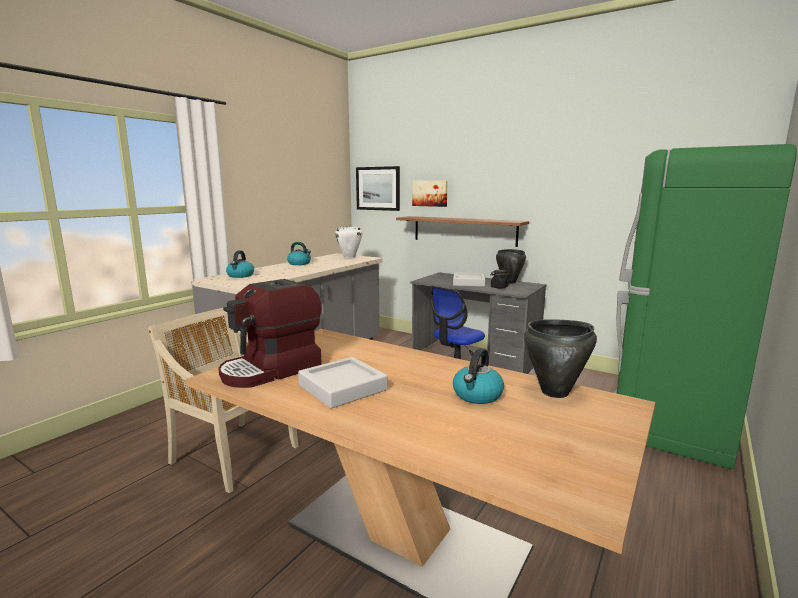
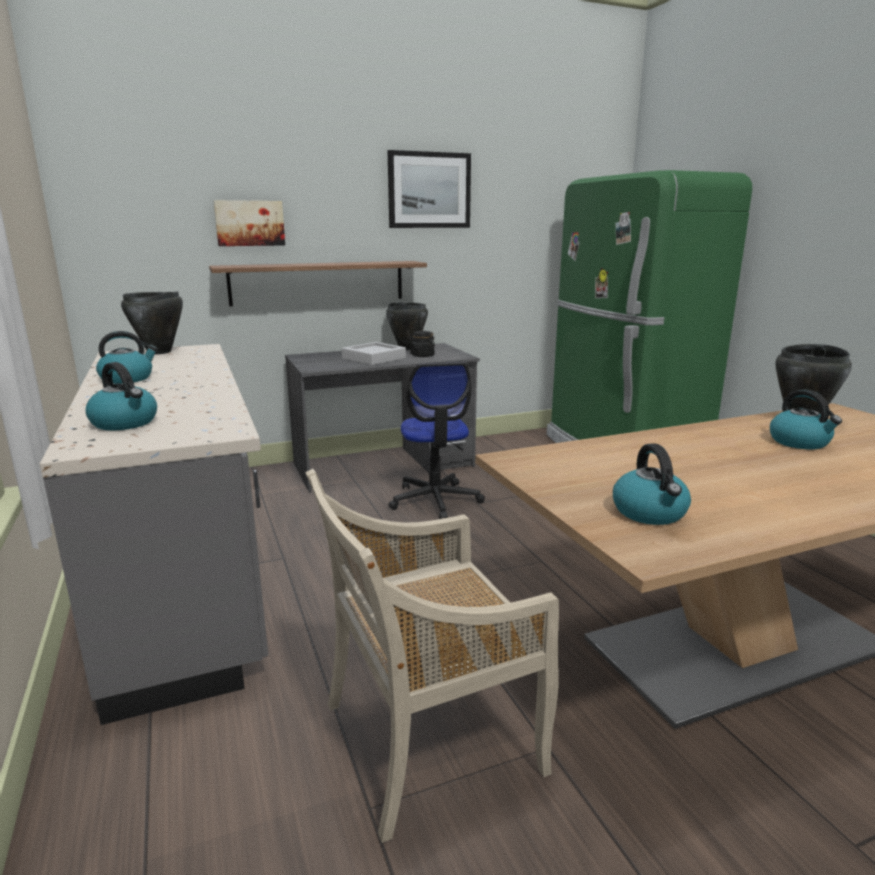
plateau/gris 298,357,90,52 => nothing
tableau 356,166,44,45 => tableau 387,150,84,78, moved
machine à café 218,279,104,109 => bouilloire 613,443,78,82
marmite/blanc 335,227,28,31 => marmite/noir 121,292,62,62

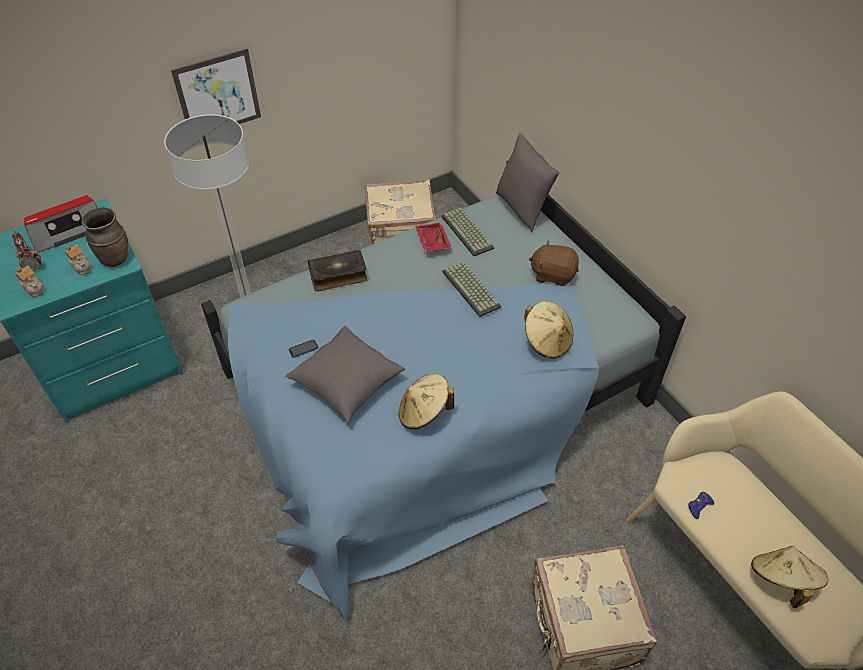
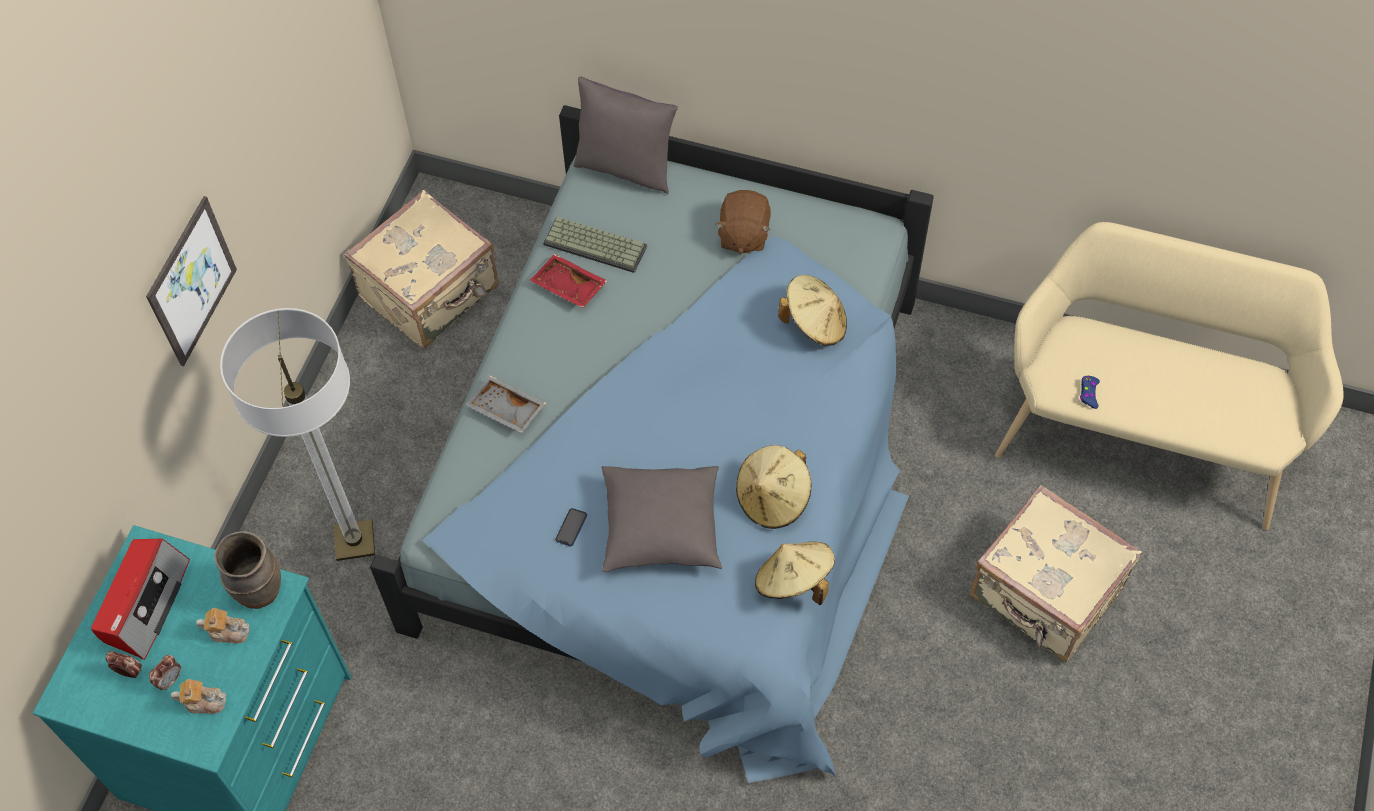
clavier 442,261,59,56 => nothing
chapeau/beige 751,546,77,62 => chapeau/beige 755,542,80,63, moved
livre 308,250,59,42 => plateau/gris 465,375,82,58
peluche/marron 529,240,50,46 => peluche/marron 715,190,56,64, 60 degrees counterclockwise

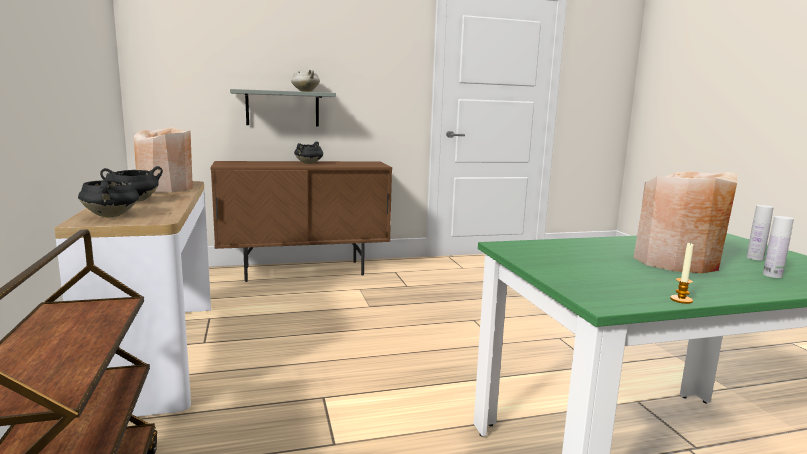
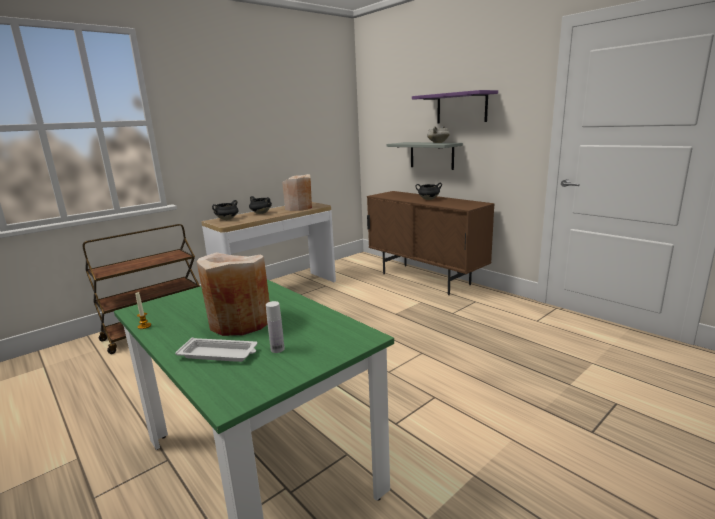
nothing => étagère/violet 412,90,86,33
bouteille/blanc 763,216,31,62 => plateau/blanc 175,337,82,25

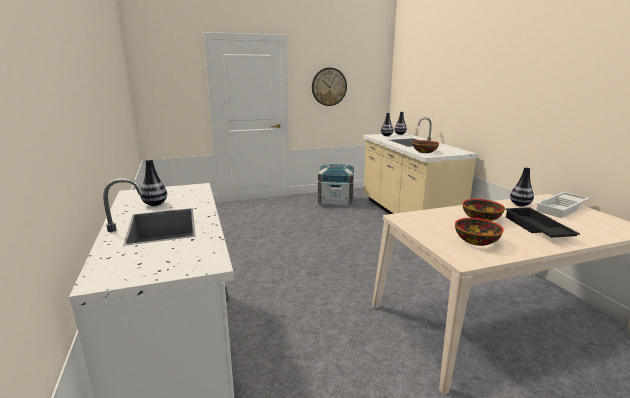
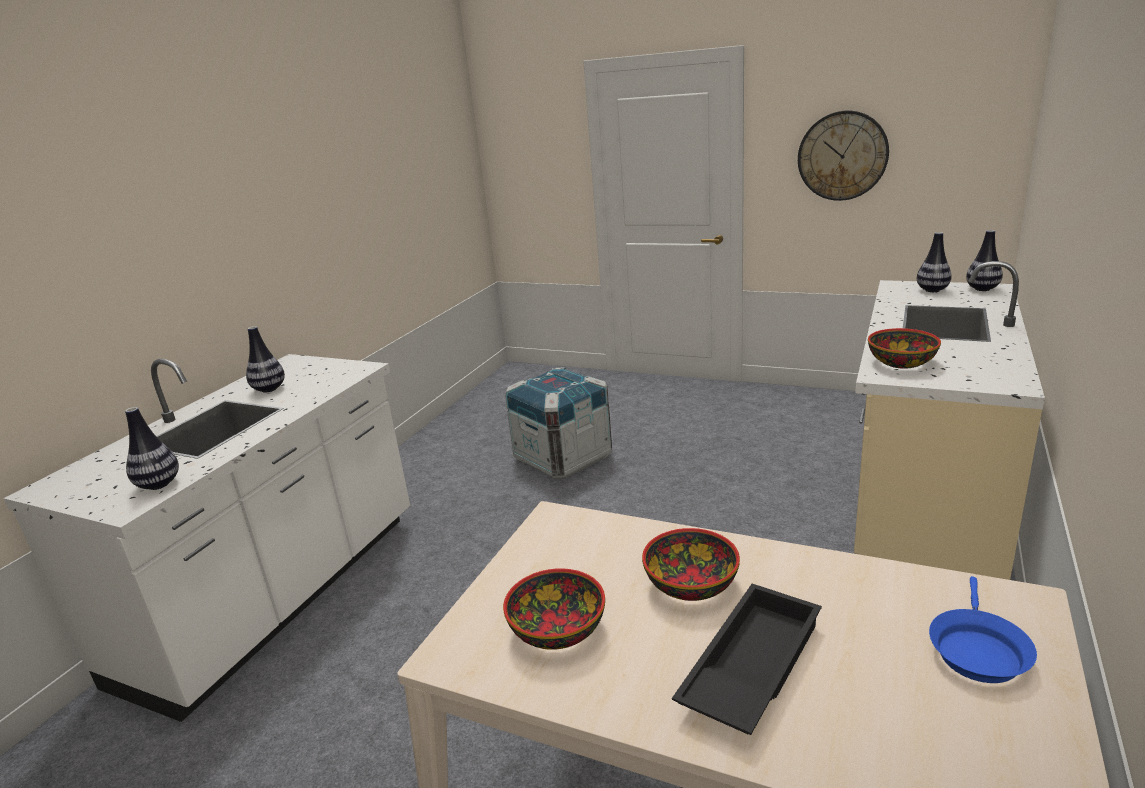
caisse 318,164,36,43 => caisse 505,367,107,112, moved
vase 510,167,24,40 => vase 125,407,54,83, moved
plateau/blanc 536,192,54,26 => poêle/bleu 929,576,108,107

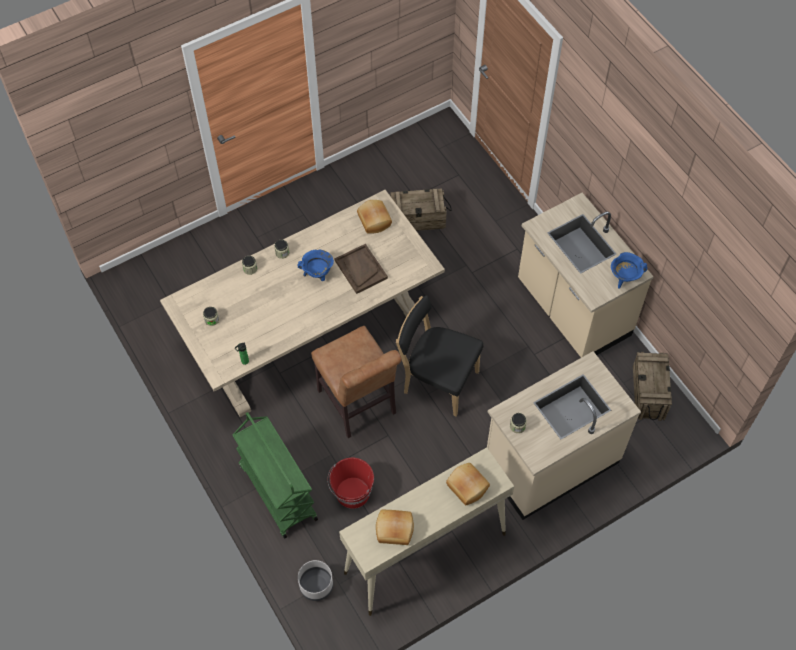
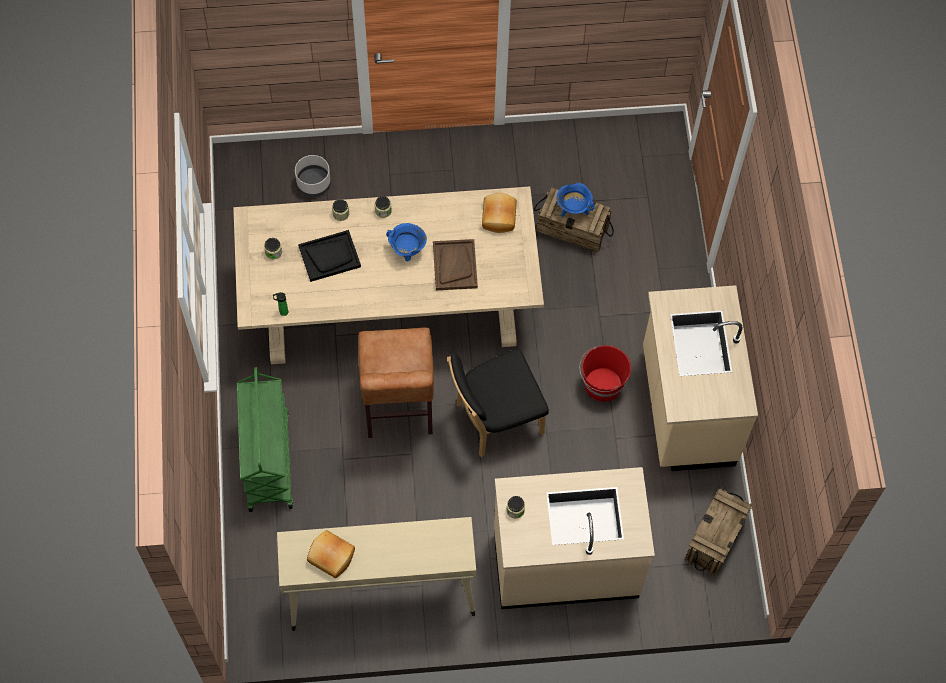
pain 446,463,44,42 => nothing
nothing => plateau/noir 298,230,63,52
cache-pot/gris 298,560,35,41 => cache-pot/gris 295,155,36,42, moved
seau/rouge 327,458,47,51 => seau/rouge 579,345,52,57, moved
marmite/bleu 611,252,36,37 => marmite/bleu 556,182,39,35, moved
chaise/noir 396,295,87,122 => chaise/noir 447,348,102,109, 75 degrees counterclockwise

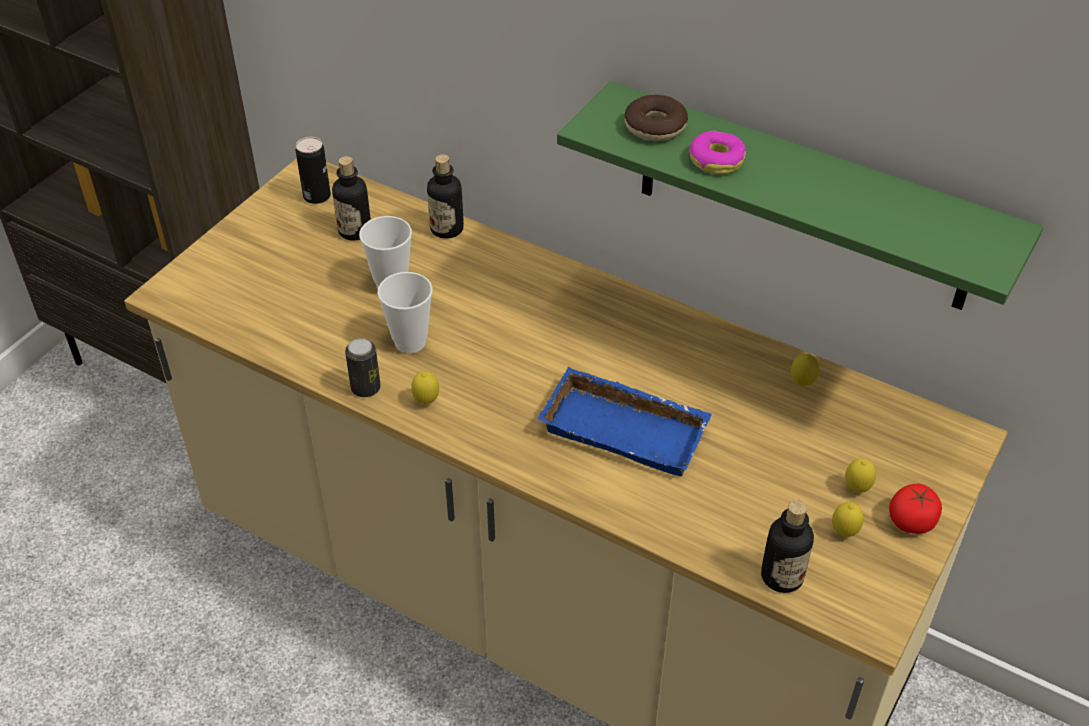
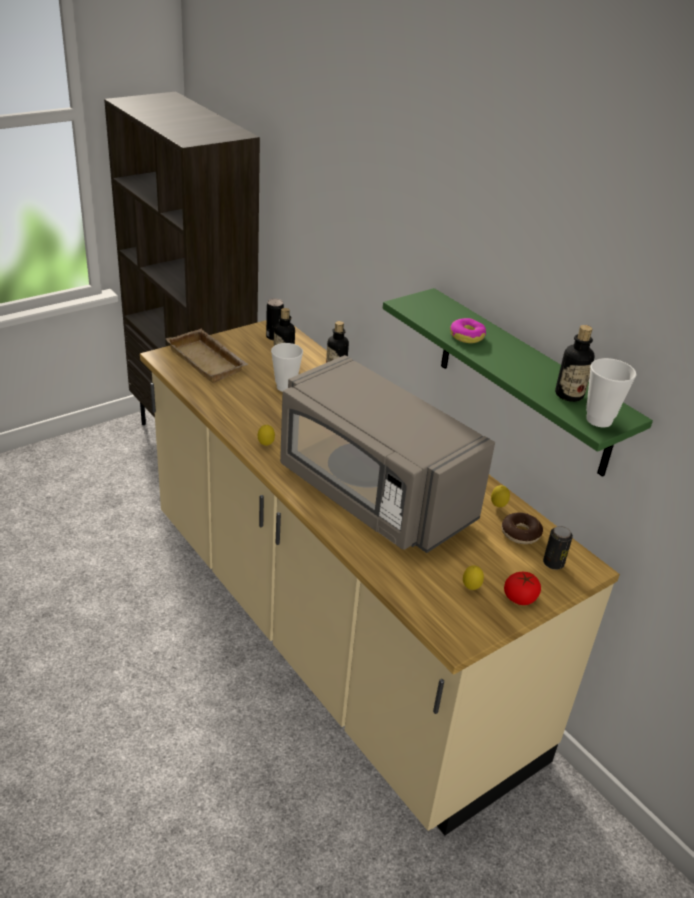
citron 845,459,31,34 => nothing
nothing => plateau/beige 166,329,82,54
boîte métallique 345,338,36,59 => boîte métallique 543,526,30,44, moved
tasse 377,272,56,81 => tasse 586,358,50,69, moved
beignet 624,94,64,47 => beignet 501,512,42,32, moved
bouteille 761,500,53,93 => bouteille 555,325,40,77, moved
plateau/bleu 538,367,174,109 => micro-ondes/gris 280,355,215,198

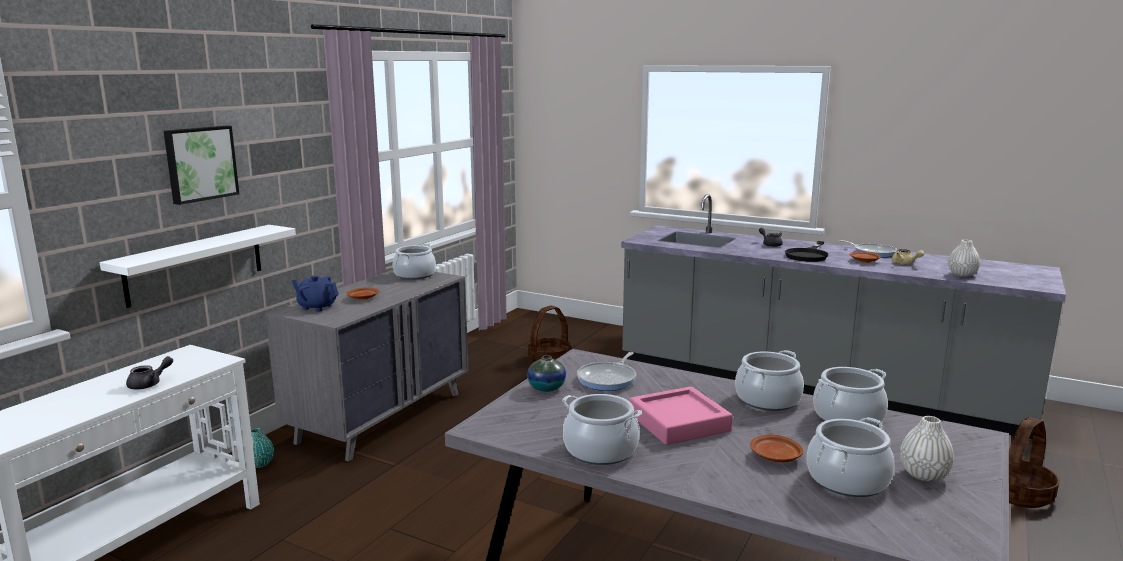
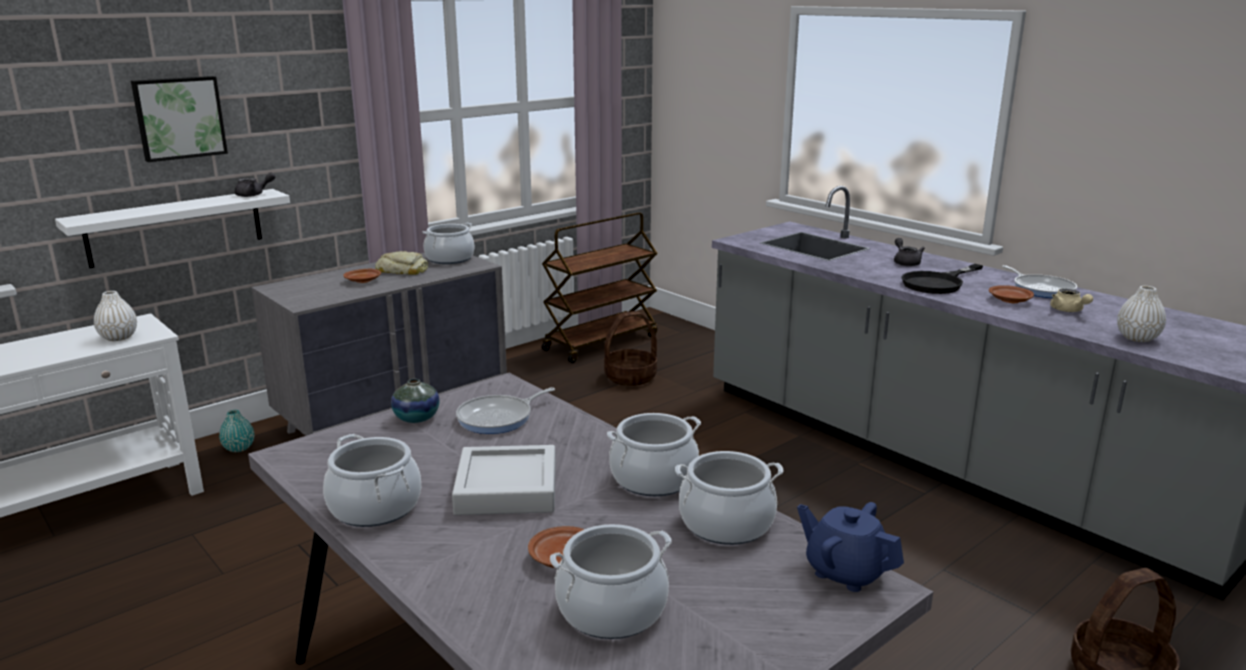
nothing => pain 375,251,53,24
nothing => chariot/marron 541,212,117,151
théière/gris 126,356,47,33 => théière/gris 235,173,40,24, moved
théière/bleu 292,275,47,37 => théière/bleu 797,502,107,90, moved
vase/blanc 900,416,54,65 => vase/blanc 94,291,43,50, moved
plateau/rose 629,386,104,59 => plateau/gris 452,445,104,70

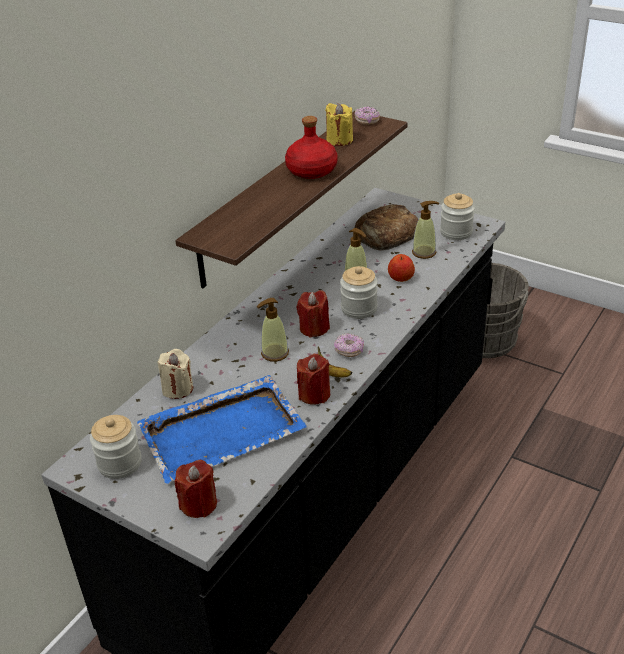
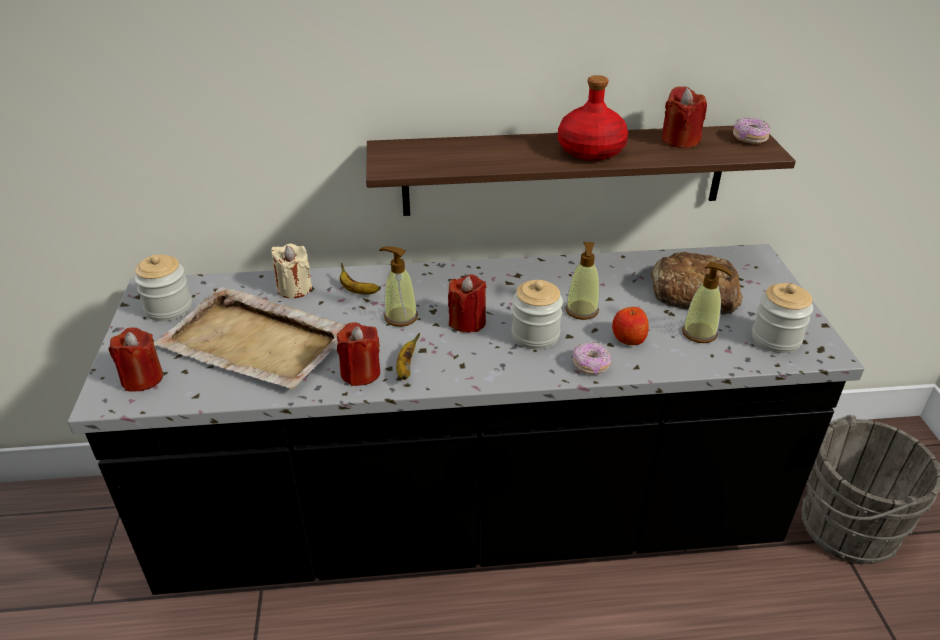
nothing => banane 340,263,41,31
beignet 334,333,30,24 => beignet 572,342,39,33, moved
plateau/bleu 137,375,170,109 => plateau/beige 154,287,191,102
bougie/jaune 325,103,28,43 => bougie/rouge 662,86,45,62

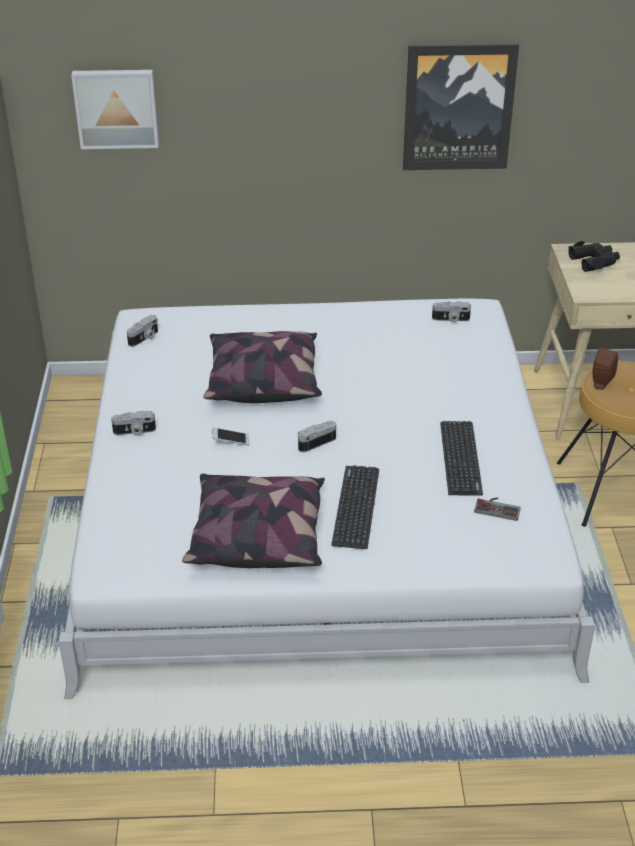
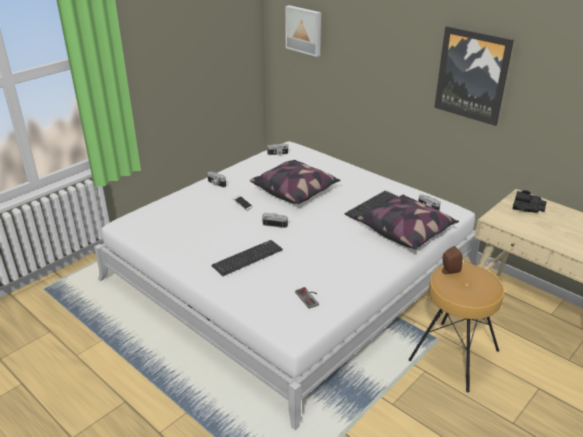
coussin 182,473,143,95 => coussin 357,195,102,54, moved
clavier 440,421,43,75 => clavier 345,190,53,31, moved

